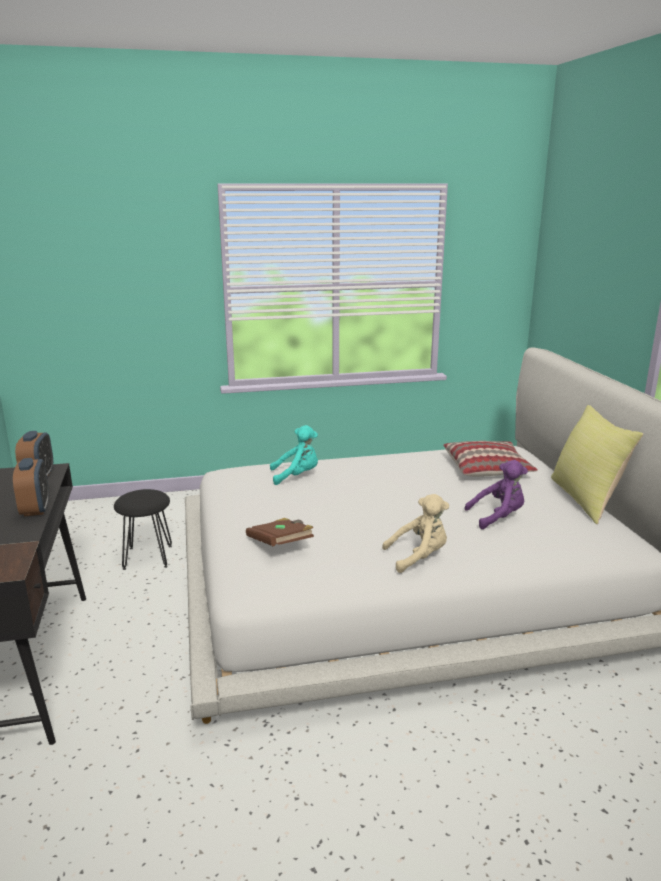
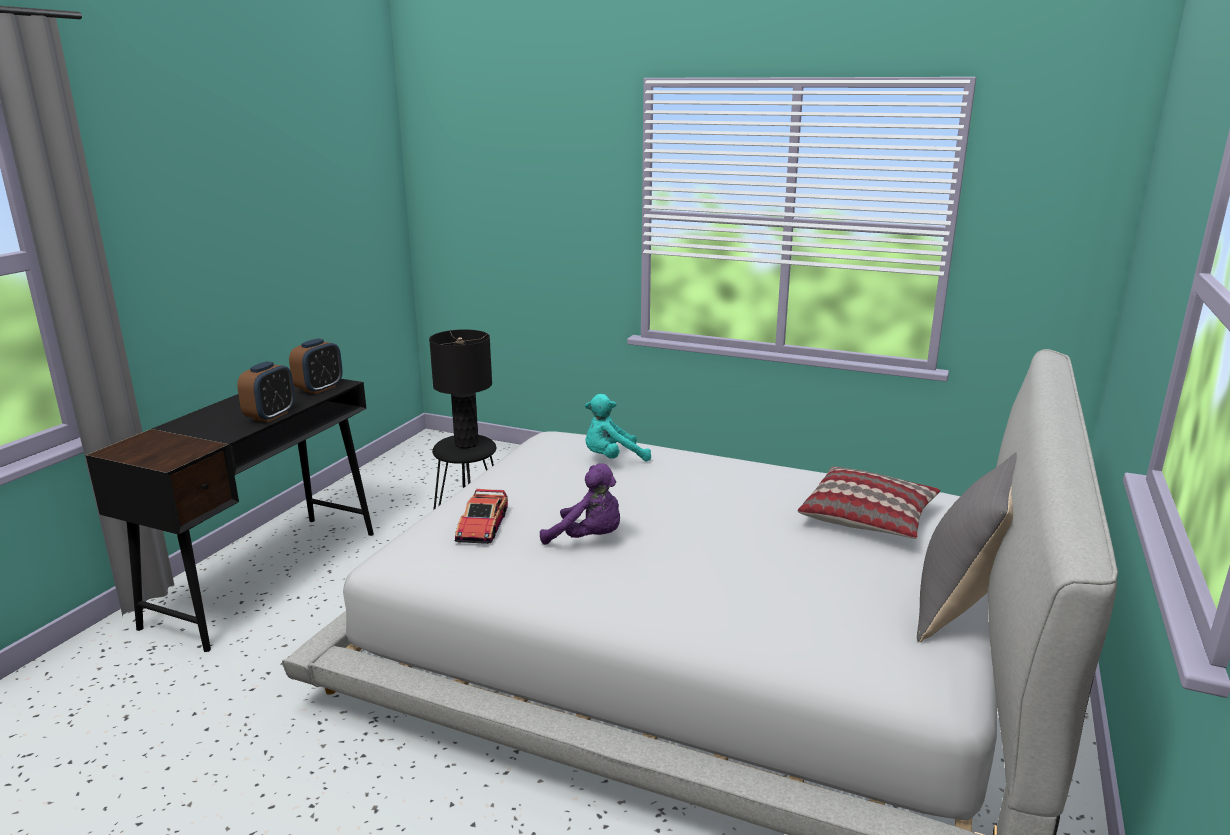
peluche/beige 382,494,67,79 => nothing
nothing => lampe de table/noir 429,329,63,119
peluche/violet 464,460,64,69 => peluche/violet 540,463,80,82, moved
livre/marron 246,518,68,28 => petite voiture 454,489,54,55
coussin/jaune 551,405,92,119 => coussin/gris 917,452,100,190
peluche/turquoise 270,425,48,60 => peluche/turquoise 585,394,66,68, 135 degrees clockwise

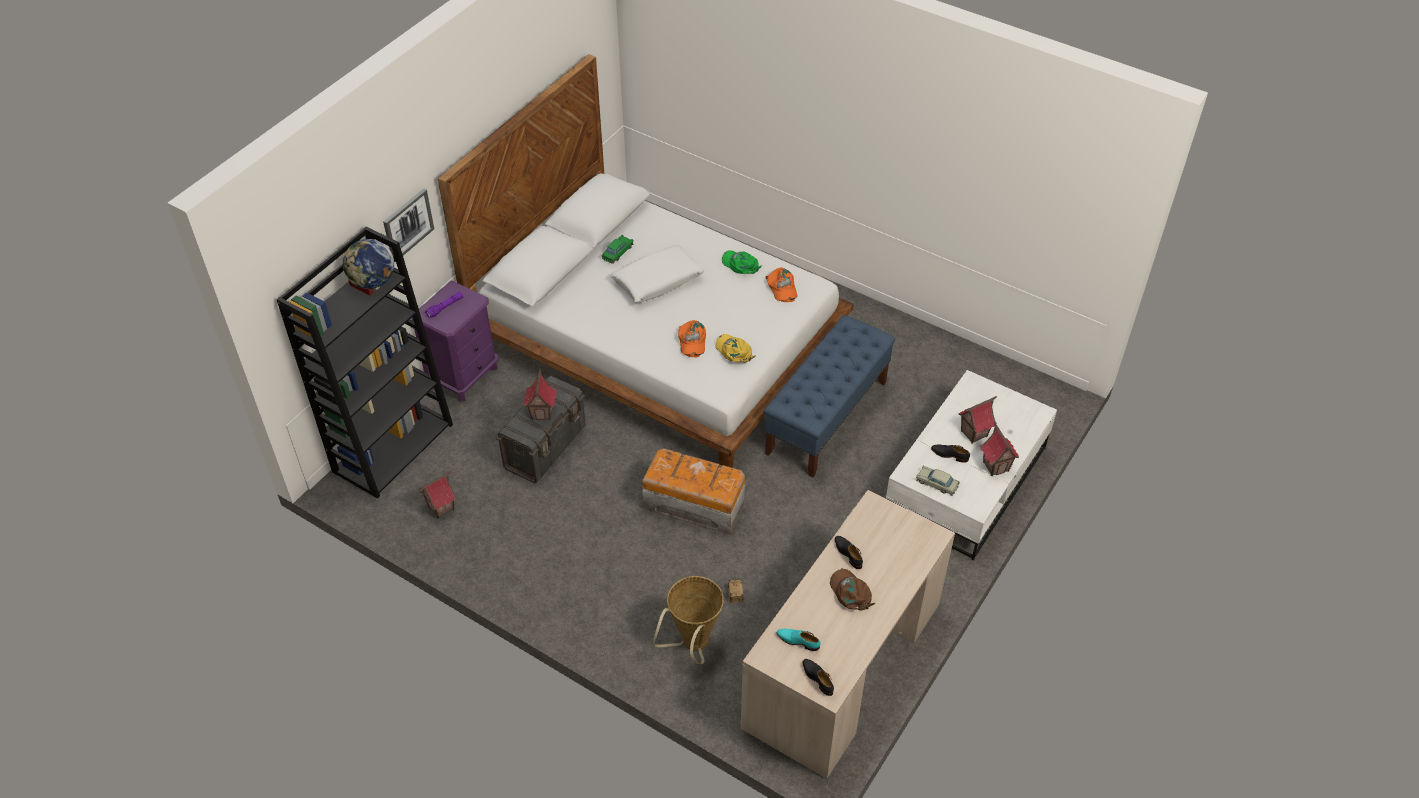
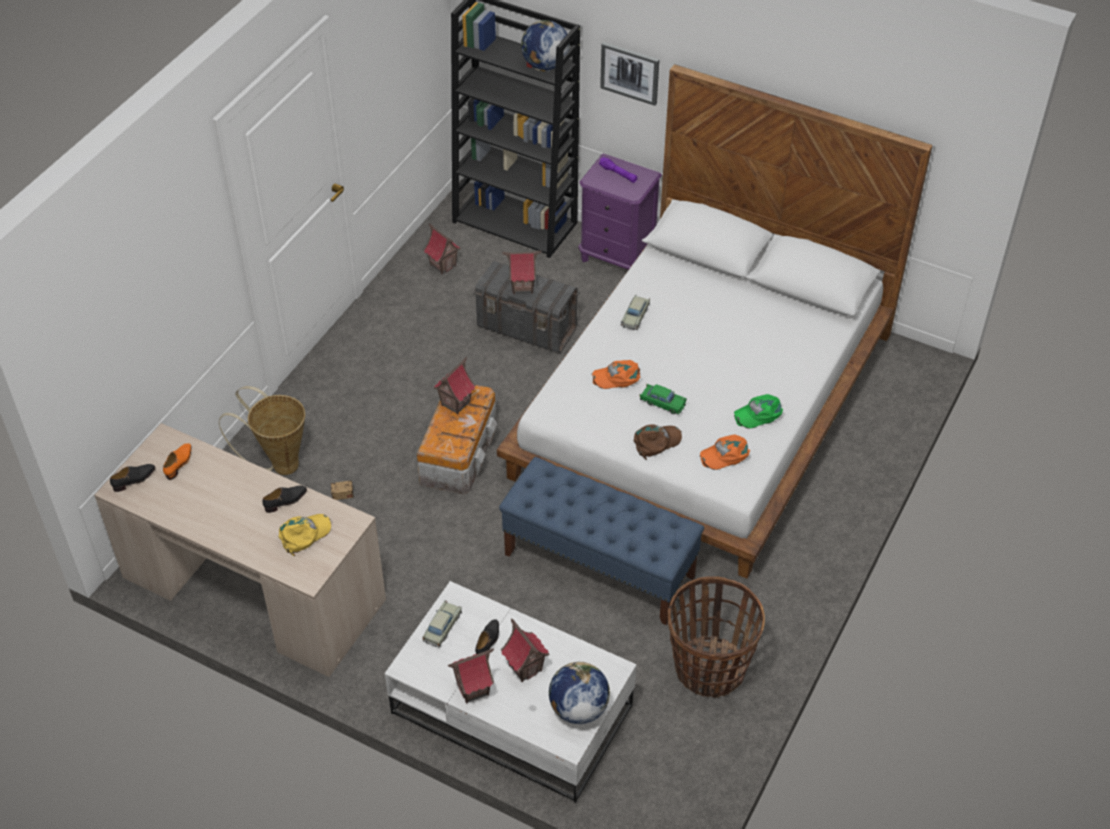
coussin/blanc 611,245,94,58 => nothing
nothing => maison miniature 434,357,42,57
nothing => globe 549,662,61,62
nothing => petite voiture/beige 621,295,29,35
nothing => panier 668,576,97,122
petite voiture/vert 602,235,32,29 => petite voiture/vert 640,384,47,31, moved
casquette/jaune 715,334,41,29 => casquette/jaune 279,514,52,42, moved
casquette/marron 830,568,45,42 => casquette/marron 634,424,48,36, moved
chaussure/turquoise 777,629,44,22 => chaussure/orange 163,443,29,37
casquette/vert 722,250,40,24 => casquette/vert 734,394,49,34, 150 degrees counterclockwise

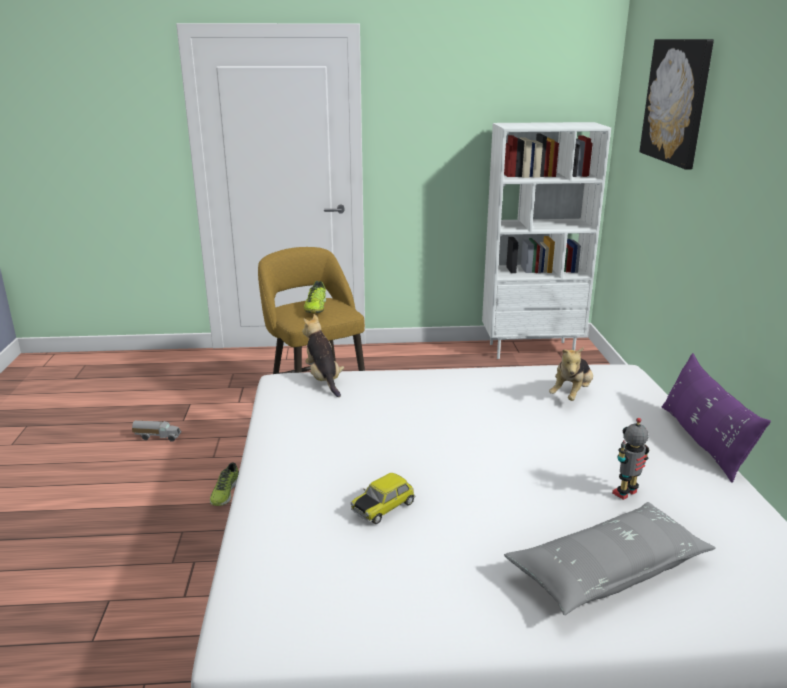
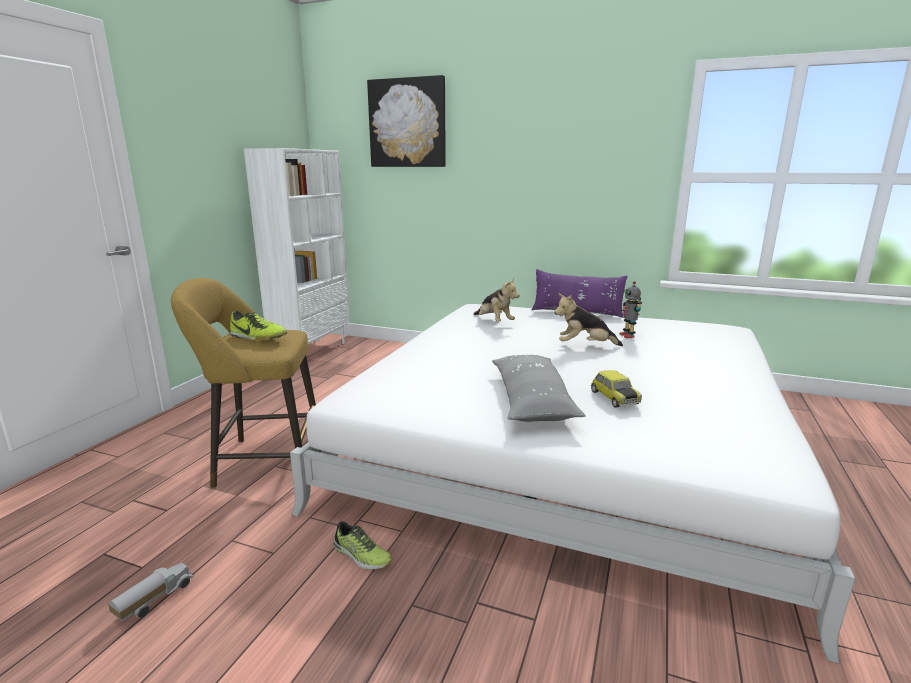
peluche 302,314,42,83 => peluche 554,293,69,53, moved
coussin/gris 504,502,212,113 => coussin/gris 492,355,94,67, moved

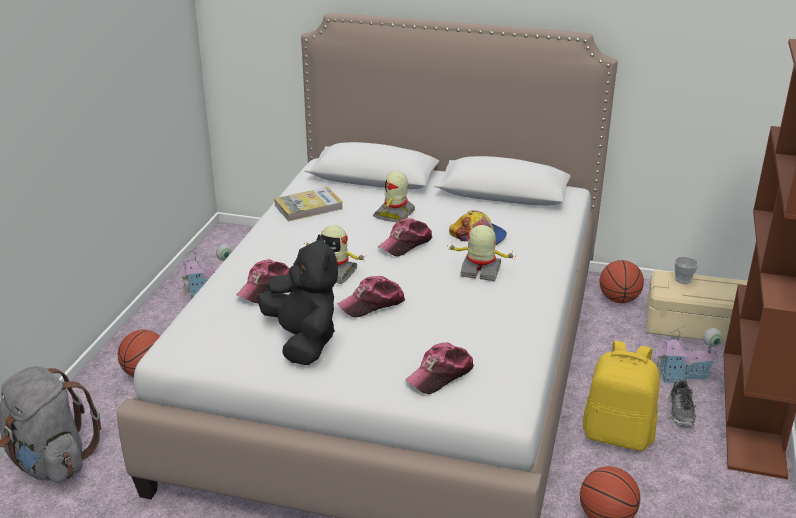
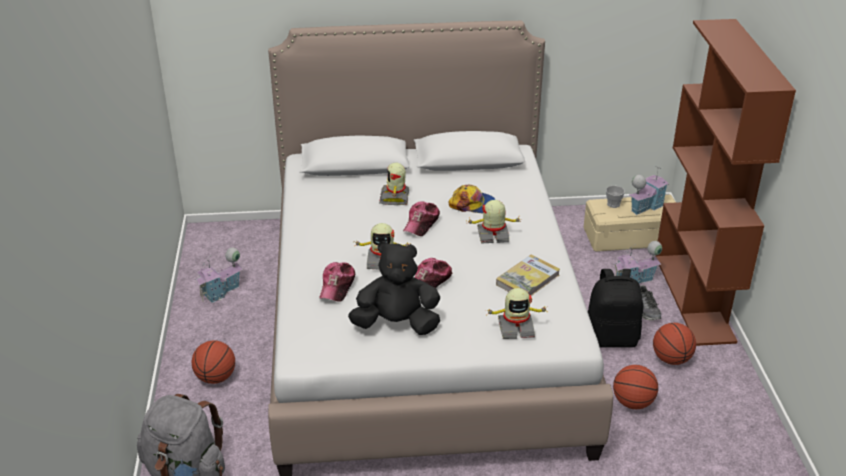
nothing => maison miniature 629,166,40,49
livre 274,187,69,35 => livre 496,254,64,42, moved
ballon de basket 600,260,44,43 => ballon de basket 653,323,43,42, moved
casquette 405,342,69,52 => robot jouet 485,288,63,51
sac à dos/jaune 583,341,77,110 => sac à dos/noir 588,269,55,79
peluche/noir 258,235,80,130 => peluche/noir 348,241,92,94, 45 degrees counterclockwise

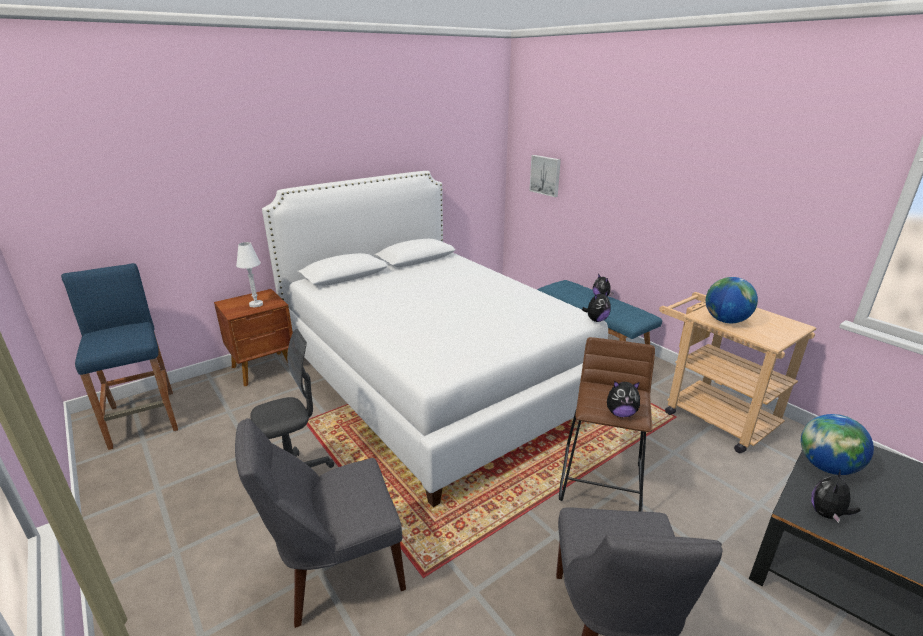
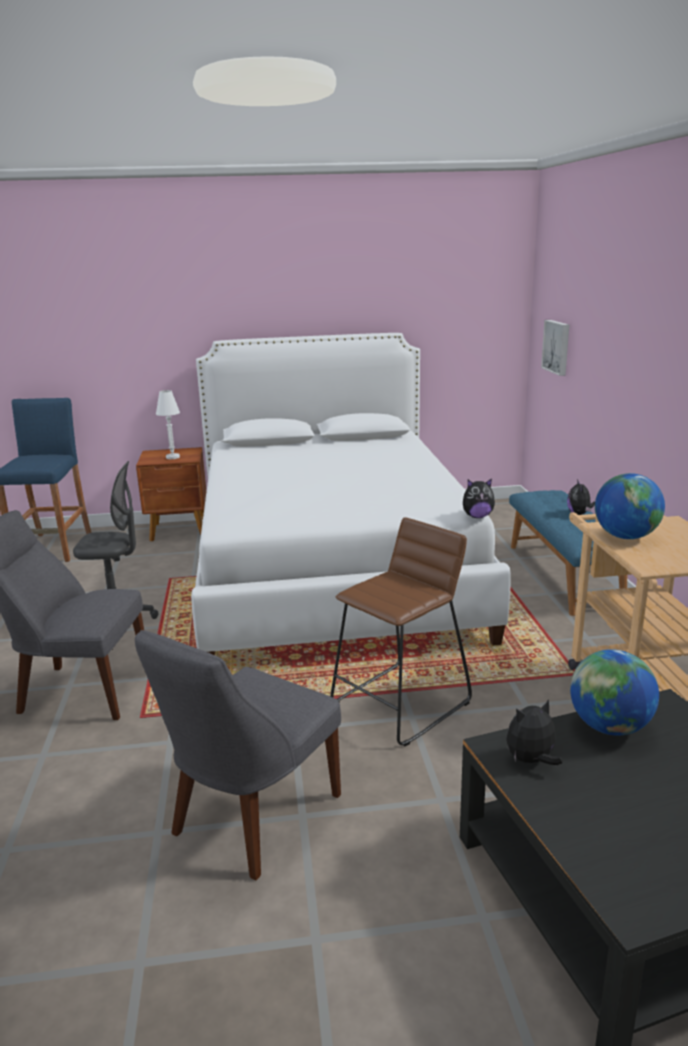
peluche 607,381,33,36 => nothing

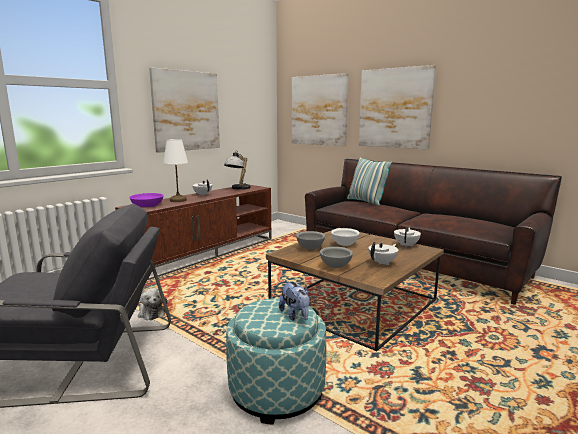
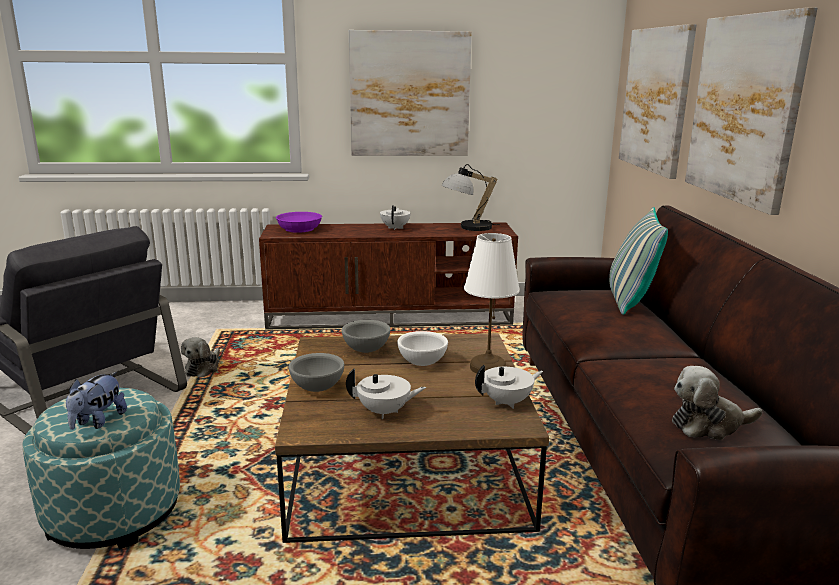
nothing => peluche 672,366,90,74
lampe de table/blanc 163,139,25,63 => lampe de table/blanc 464,233,56,141, moved

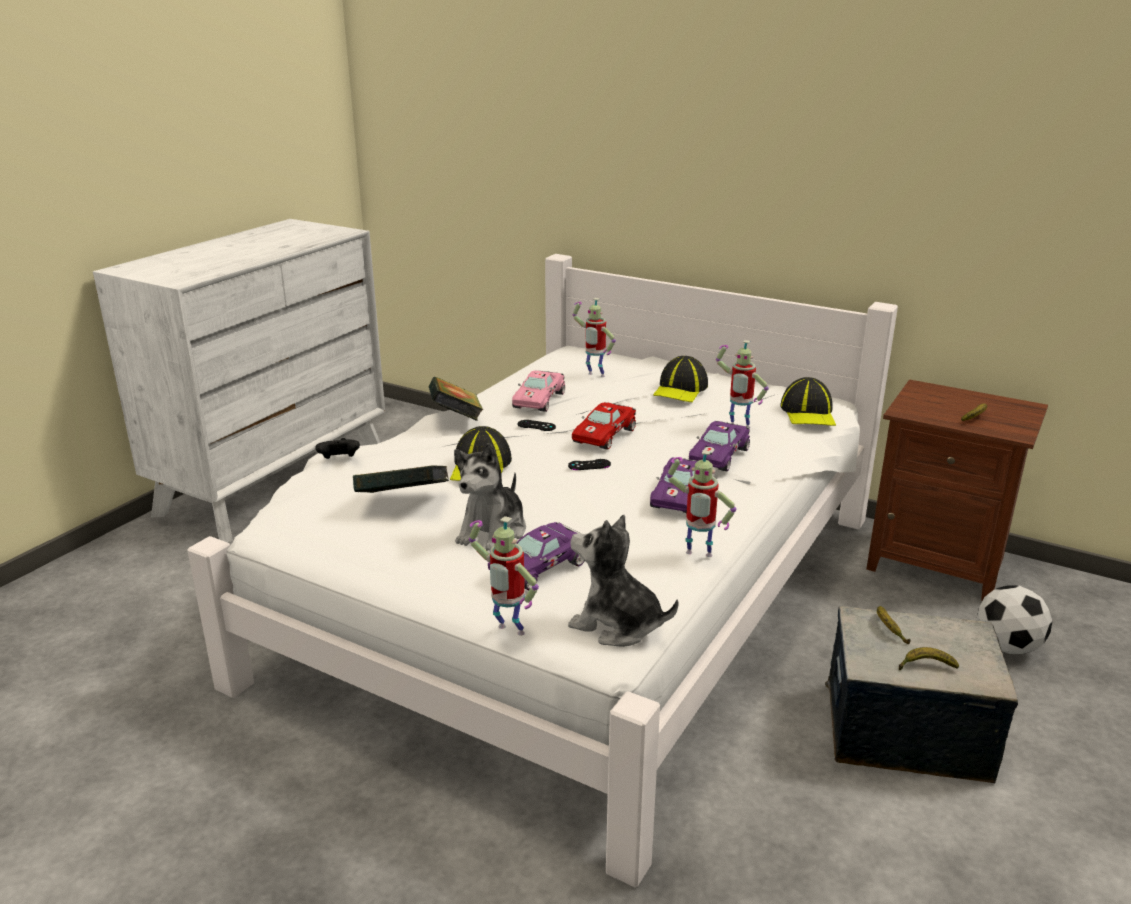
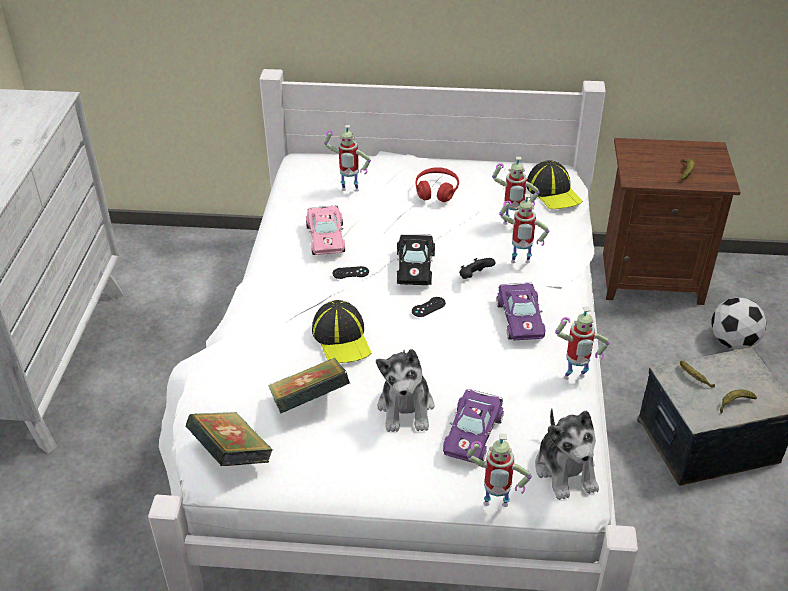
manette/noir 316,438,44,21 => manette/noir 459,258,36,21, moved
livre 429,377,54,44 => livre 186,412,87,54, moved
casquette 653,356,55,46 => casque audio/rouge 416,167,43,35
petite voiture/violet 689,421,61,50 => robot jouet 499,194,50,69
petite voiture/rouge 572,402,64,48 => petite voiture/noir 397,234,38,51
peluche 568,515,111,132 => peluche 535,409,64,91, 105 degrees counterclockwise

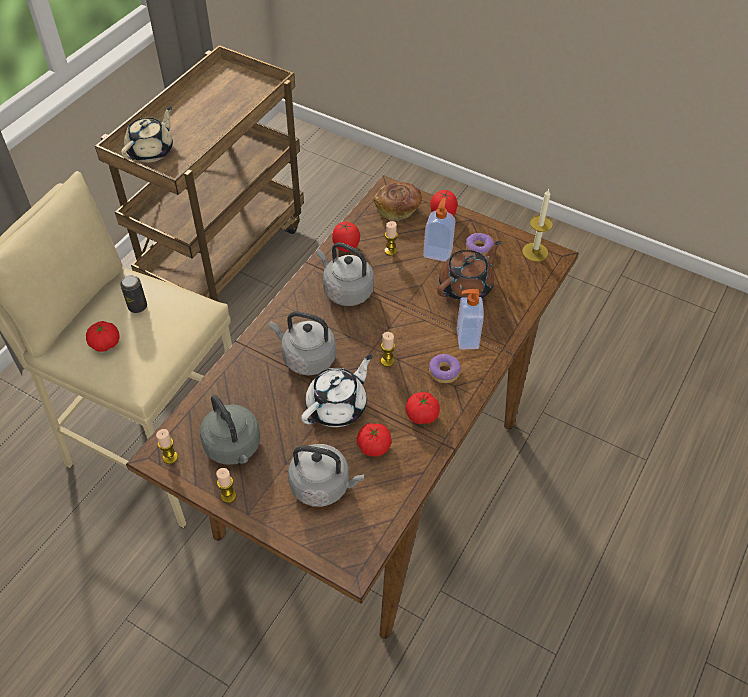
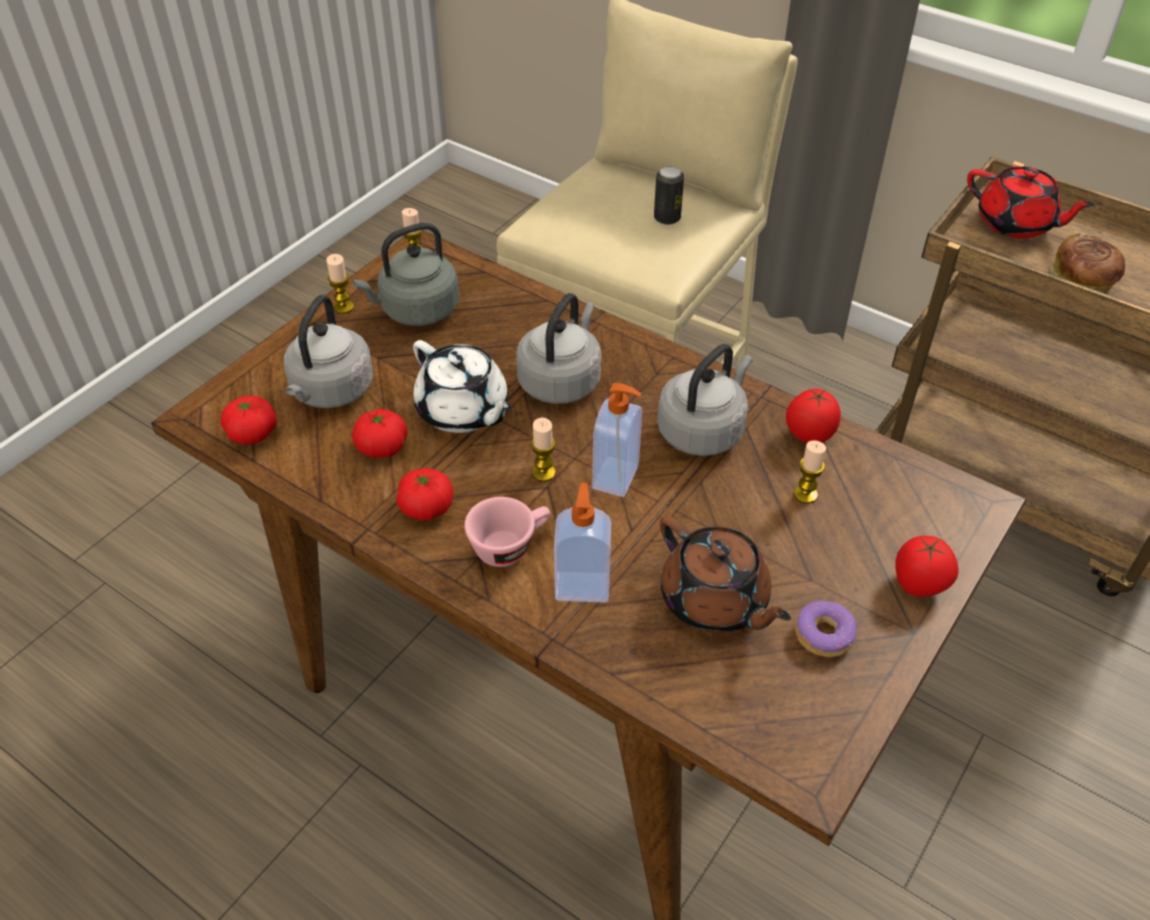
bougie 522,188,31,74 => nothing
tomate 86,321,33,31 => tomate 221,396,56,48, moved
pain 374,182,48,39 => pain 1051,233,74,59, moved
distributeur de savon 423,198,32,64 => distributeur de savon 592,383,50,114, moved
beignet 429,354,32,29 => tasse/rose 464,497,86,70
théière/beige 121,107,52,56 => théière/rouge 967,166,128,73

